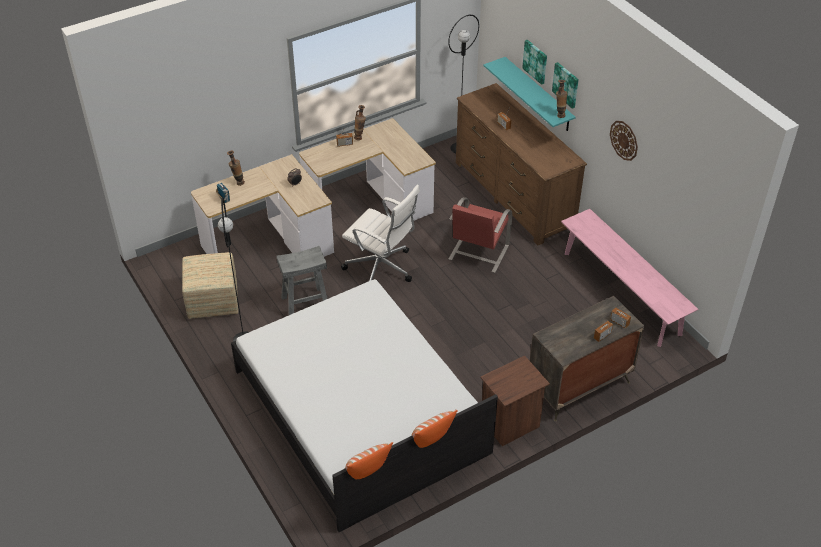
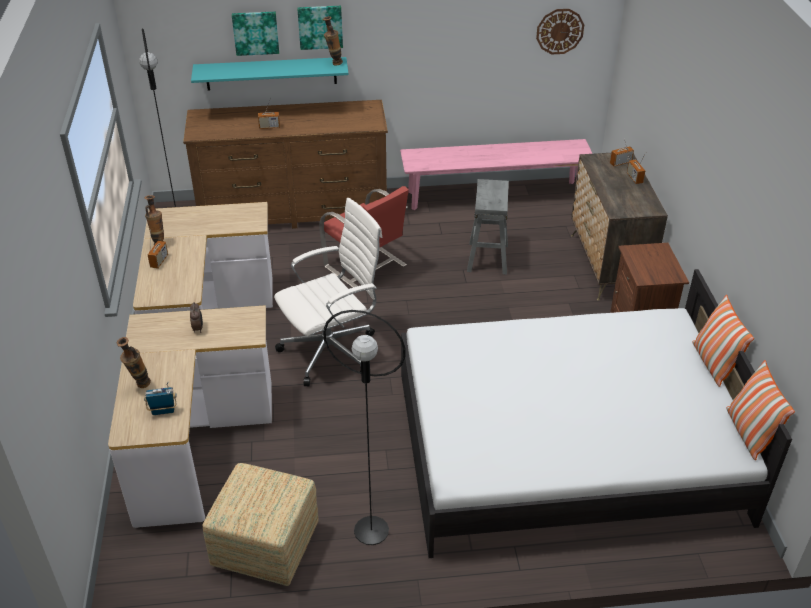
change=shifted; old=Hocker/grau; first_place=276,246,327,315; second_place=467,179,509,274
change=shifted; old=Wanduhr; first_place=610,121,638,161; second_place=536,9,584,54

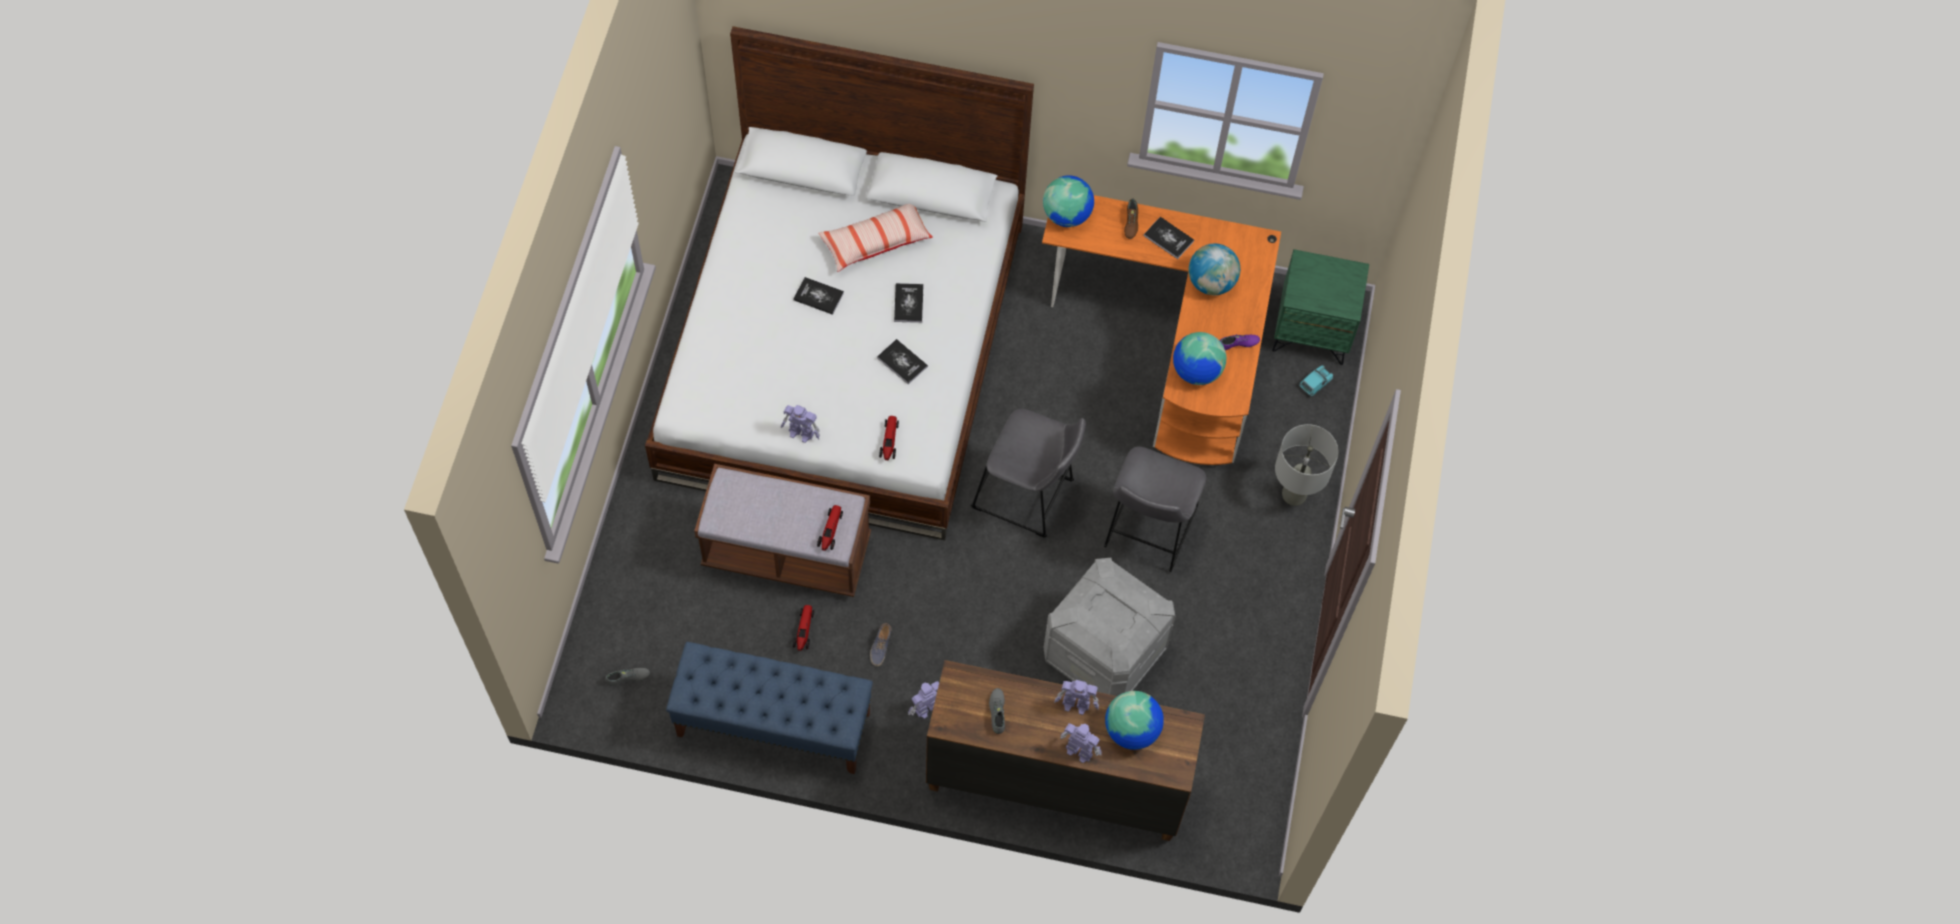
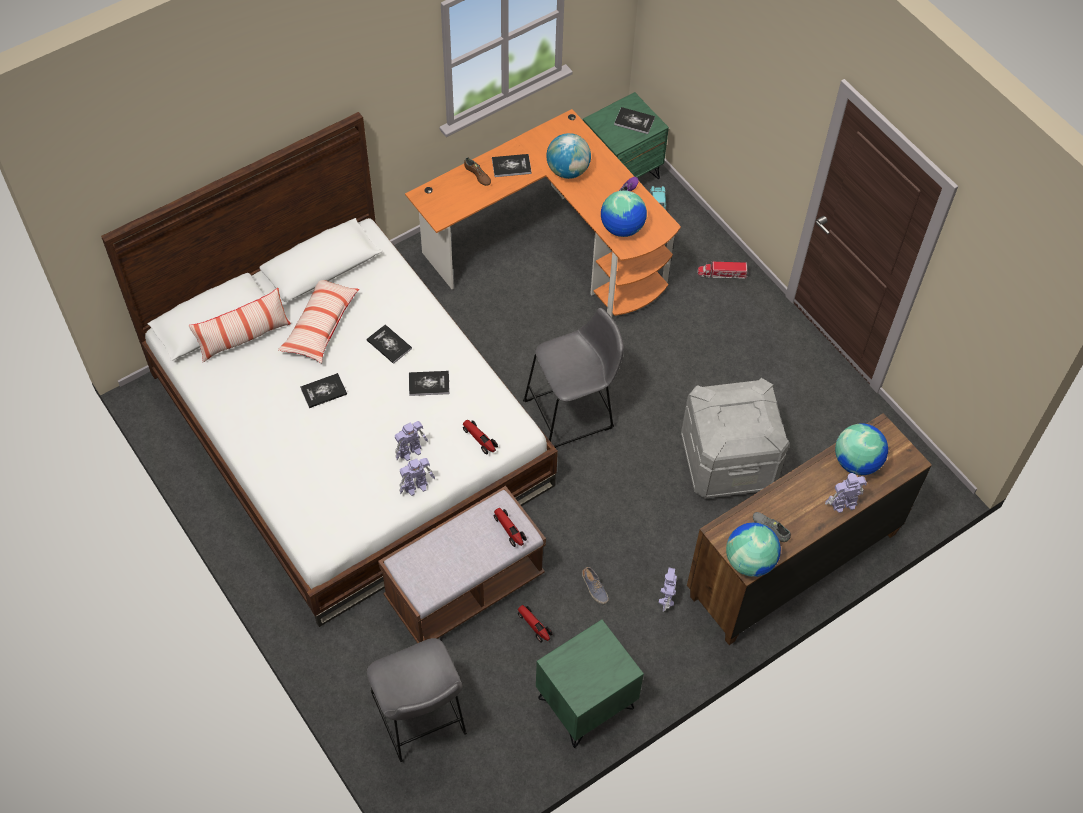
change=new; new=Kissen; second_place=188,288,291,363
change=shifted; old=Hocker/grau; first_place=1104,447,1206,572; second_place=367,638,467,762
change=shifted; old=Spielzeugroboter; first_place=1055,680,1099,715; second_place=395,421,428,461
change=swapped; old=Bank/blau; new=Nachttisch/grün; first_place=666,642,873,774; second_place=536,619,644,748
change=new; new=Buch; second_place=614,107,655,134
change=swapped; old=Tischlampe/grau; new=Spielzeuglaster; first_place=1275,424,1338,506; second_place=698,261,748,278
change=shifted; old=Globus; first_place=1043,175,1094,227; second_place=726,523,781,577
change=gone; old=Schuh/grau; first_place=605,668,650,685

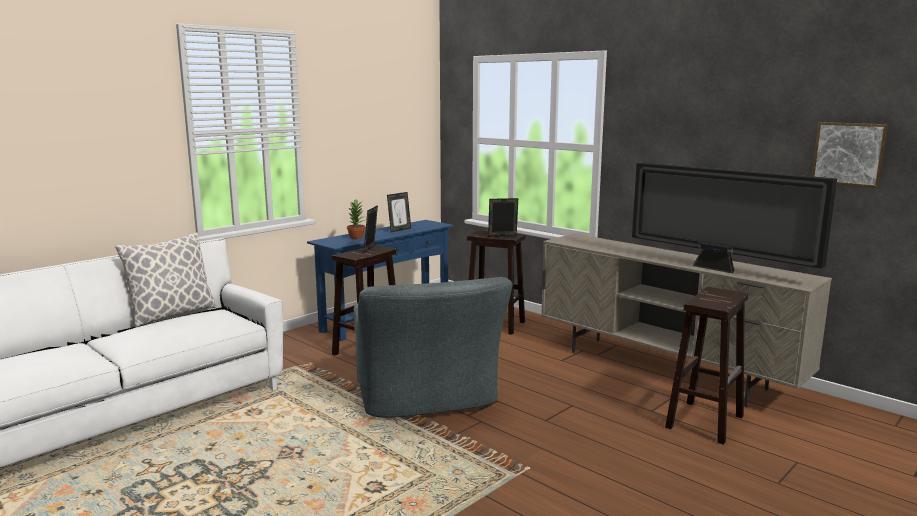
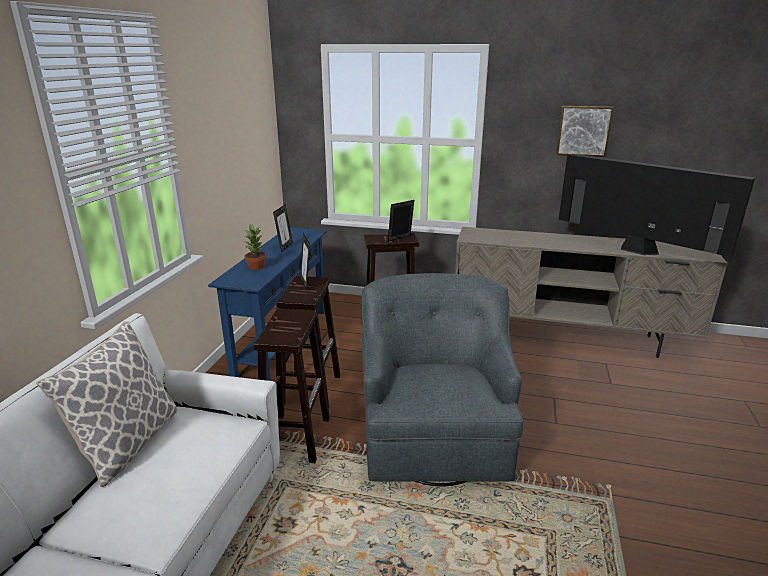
change=shifted; old=Hocker/braun; first_place=665,287,748,445; second_place=254,309,330,463
change=rotated; old=Sessel/grau; first_place=354,277,513,418; second_place=362,273,523,486; degrees=-135
change=shifted; old=Bild; first_place=812,122,889,188; second_place=556,106,614,157
change=rotated; old=Fernseher; first_place=632,162,837,273; second_place=558,154,755,257; degrees=-150

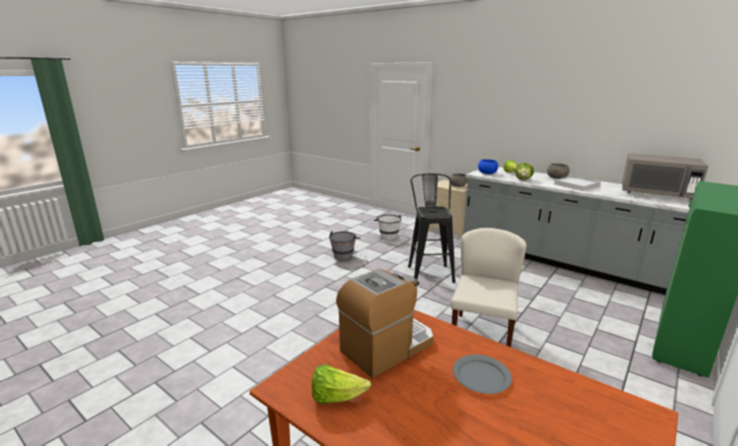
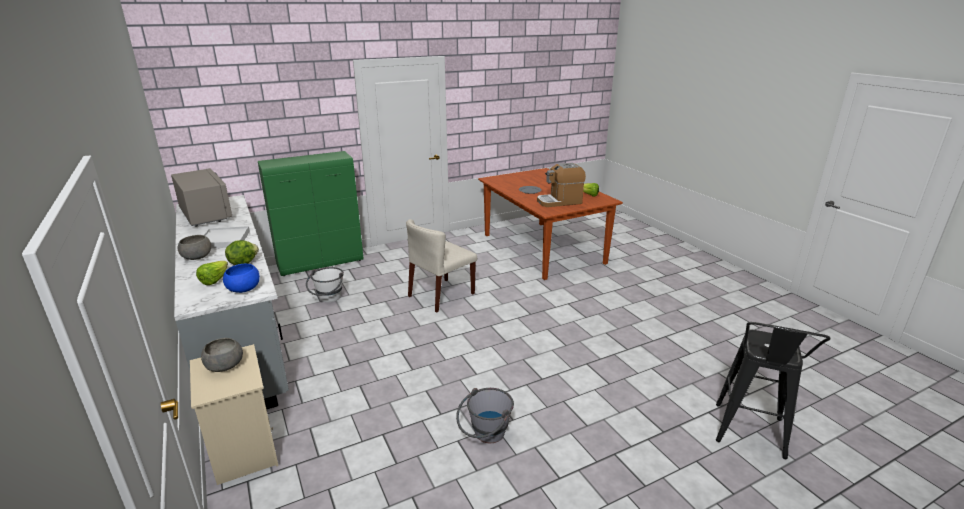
change=shifted; old=Eimer/weiß; first_place=374,214,402,240; second_place=306,267,344,302
change=shifted; old=Hocker/schwarz; first_place=408,173,455,283; second_place=716,322,831,459

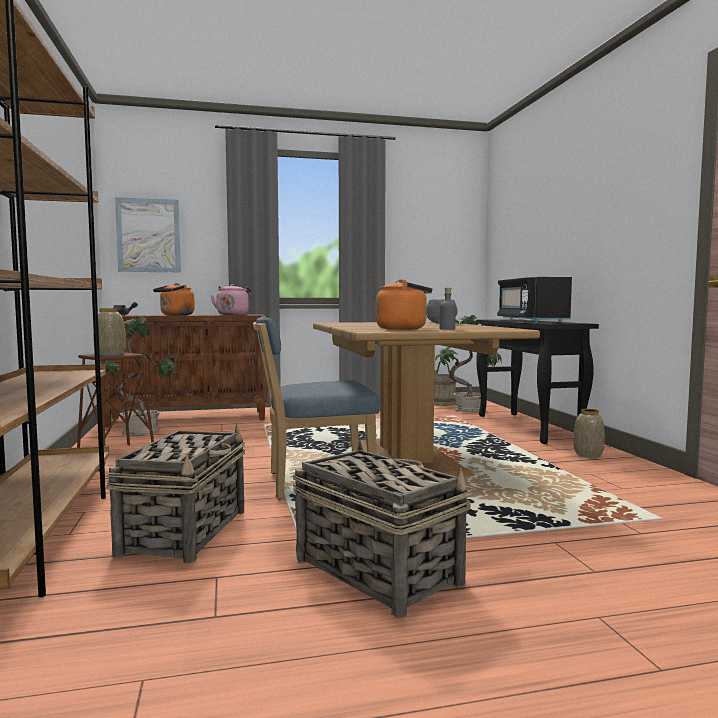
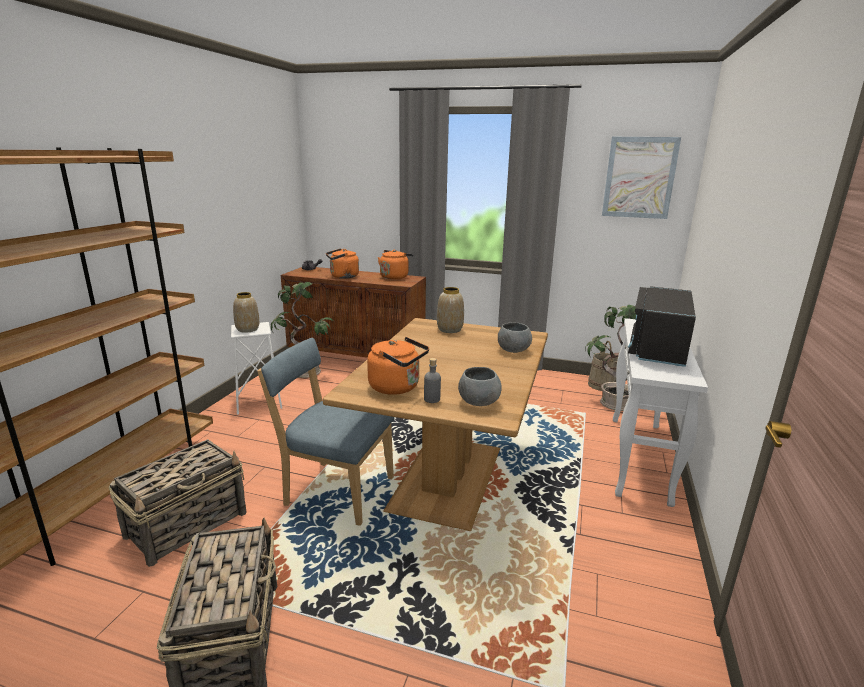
change=repainted; old=Hocker/braun; new=Hocker/weiß; first_place=77,352,154,465; second_place=231,322,282,415
change=repainted; old=Wasserkessel/rosa; new=Wasserkessel/orange; first_place=210,284,251,315; second_place=378,250,414,279
change=shifted; old=Vase; first_place=573,409,605,458; second_place=437,287,464,333
change=new; new=Schüssel/grau; second_place=458,367,502,406
change=shifted; old=Bild; first_place=115,197,181,272; second_place=602,137,681,219
change=repainted; old=Konsolentisch/schwarz; new=Konsolentisch/weiß; first_place=476,319,599,444; second_place=613,318,708,507

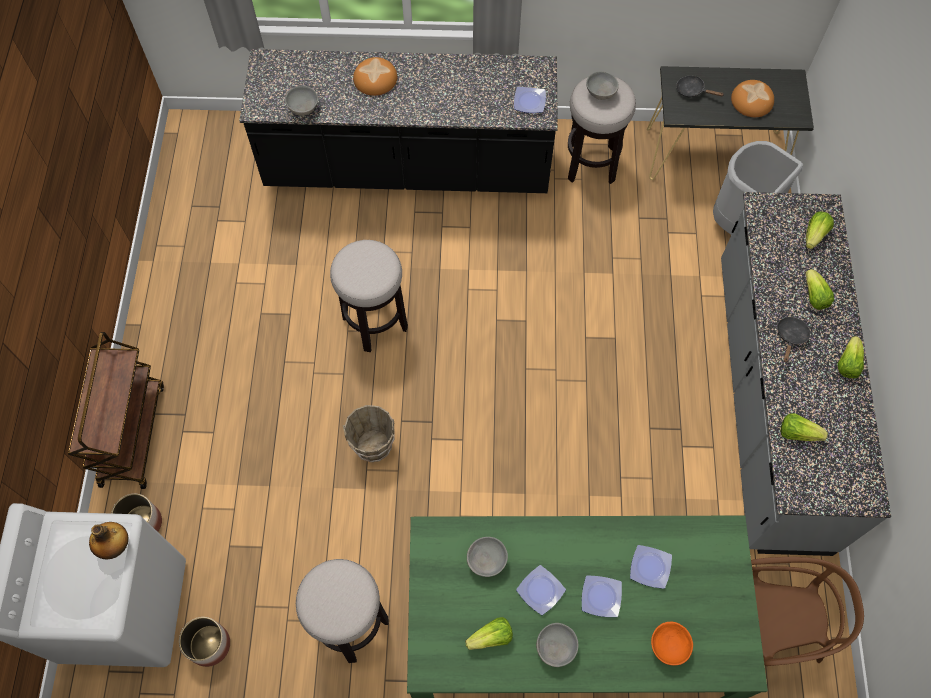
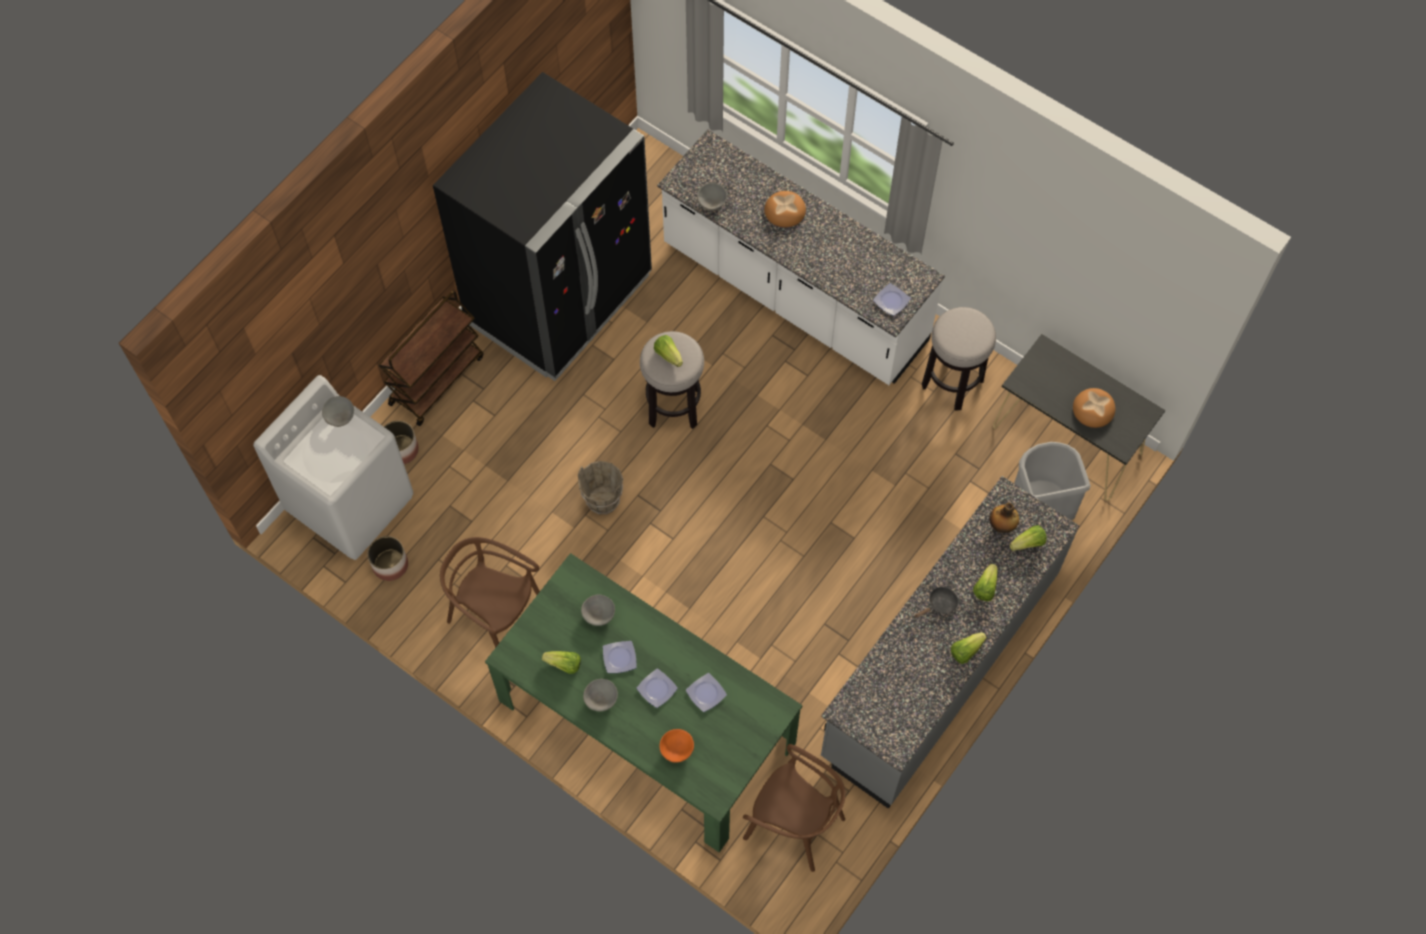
change=shifted; old=Schüssel/grau; first_place=586,71,619,100; second_place=322,396,354,427
change=new; new=Kühlschrank/schwarz; second_place=433,72,652,381
change=swapped; old=Hocker; new=Stuhl/braun; first_place=296,559,389,663; second_place=440,537,540,648
change=shifted; old=Salatkopf; first_place=780,413,828,441; second_place=654,335,683,367
change=repainted; old=Küchenzeile/schwarz; new=Küchenzeile/weiß; first_place=239,49,558,193; second_place=657,129,945,385
change=shifted; old=Flasche; first_place=89,522,128,559; second_place=989,502,1019,533
change=gone; old=Pfanne/schwarz; first_place=676,76,724,97

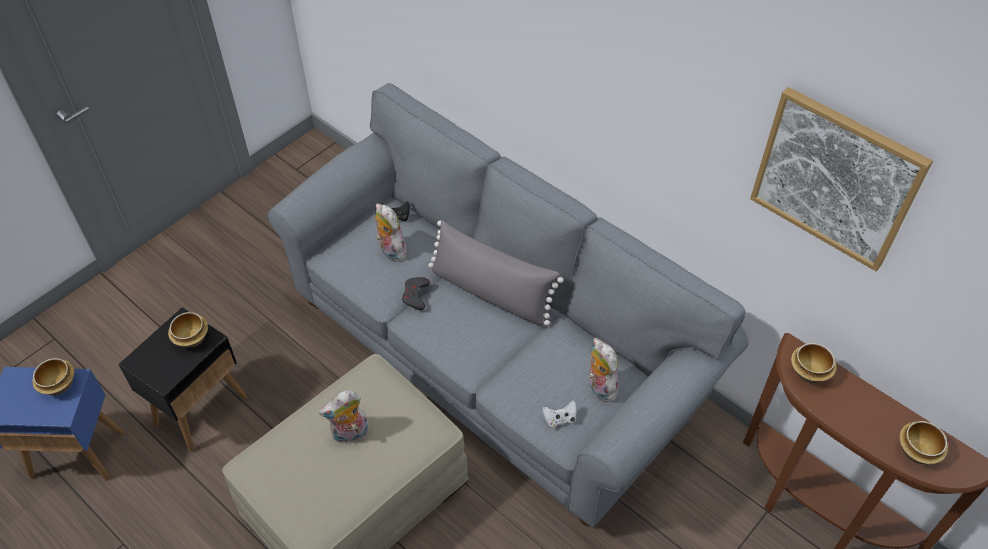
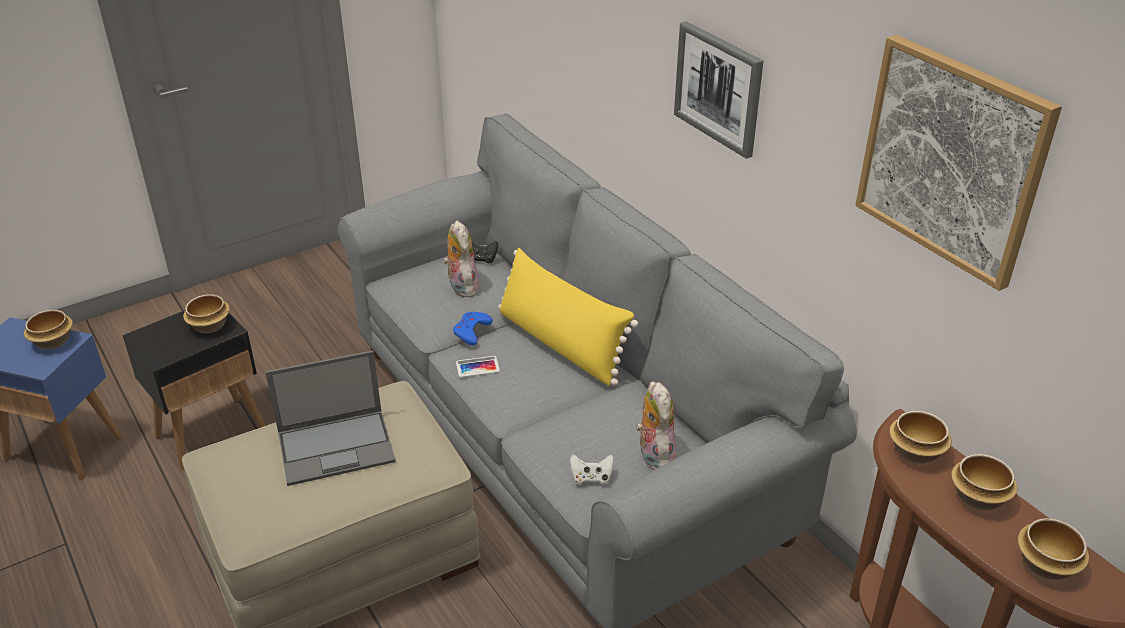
change=swapped; old=Plüschtier; new=Laptop; first_place=319,390,369,444; second_place=265,350,396,486
change=repainted; old=Gamepad/grau; new=Gamepad/blau; first_place=402,277,430,310; second_place=453,312,493,345
change=new; new=Handy; second_place=456,356,500,377
change=repainted; old=Kissen/grau; new=Kissen/gelb; first_place=428,220,563,326; second_place=498,248,638,386
change=new; new=Bild; second_place=674,21,763,159
change=new; new=Schüssel; second_place=951,454,1017,511

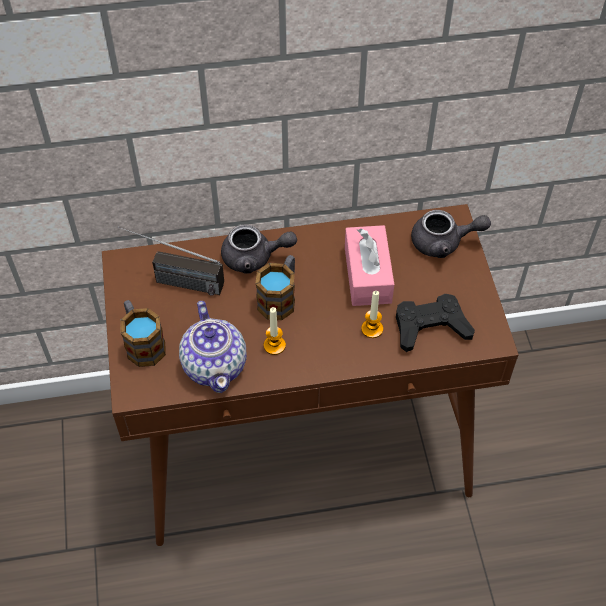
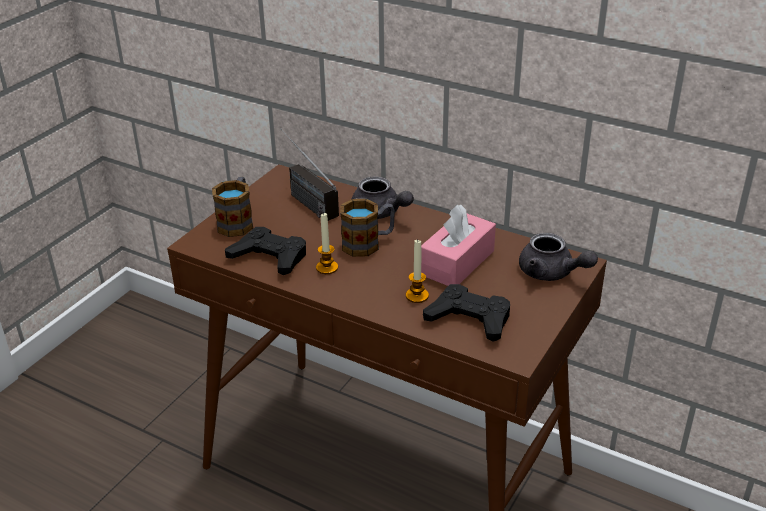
change=swapped; old=Teekanne; new=Gamepad/schwarz; first_place=179,301,247,393; second_place=225,227,306,275

